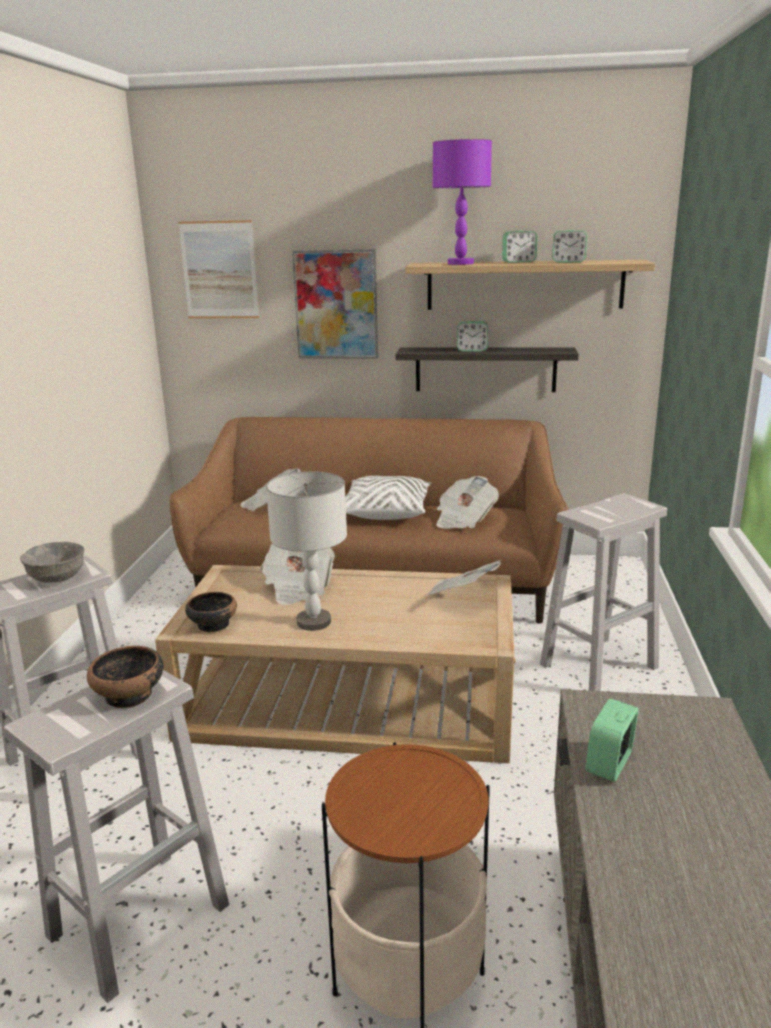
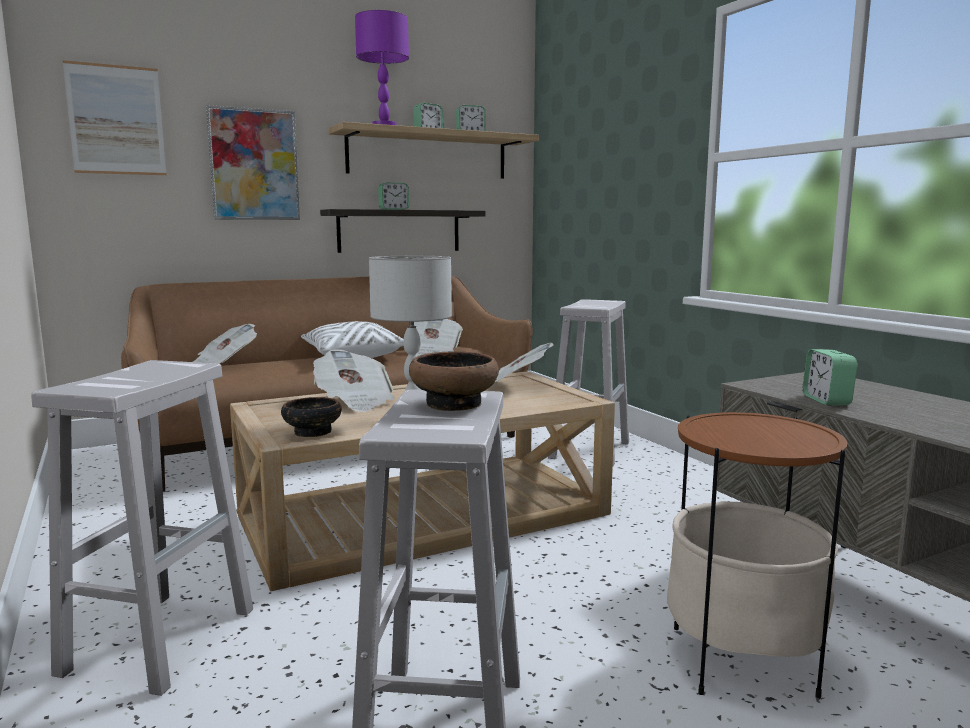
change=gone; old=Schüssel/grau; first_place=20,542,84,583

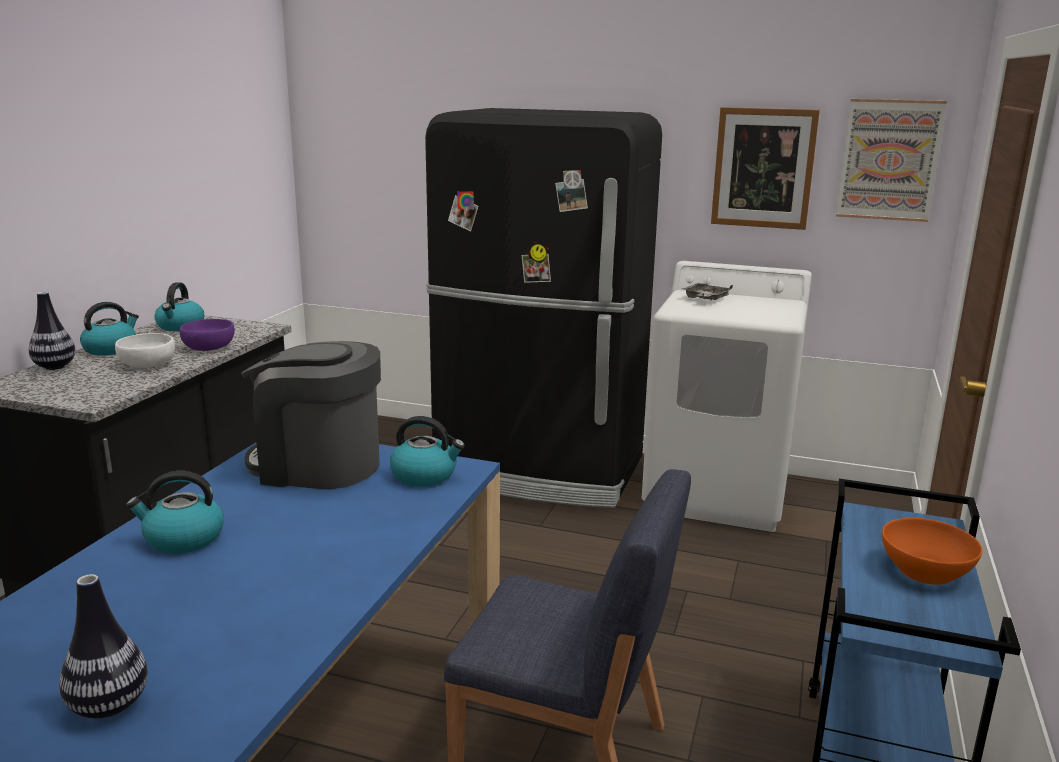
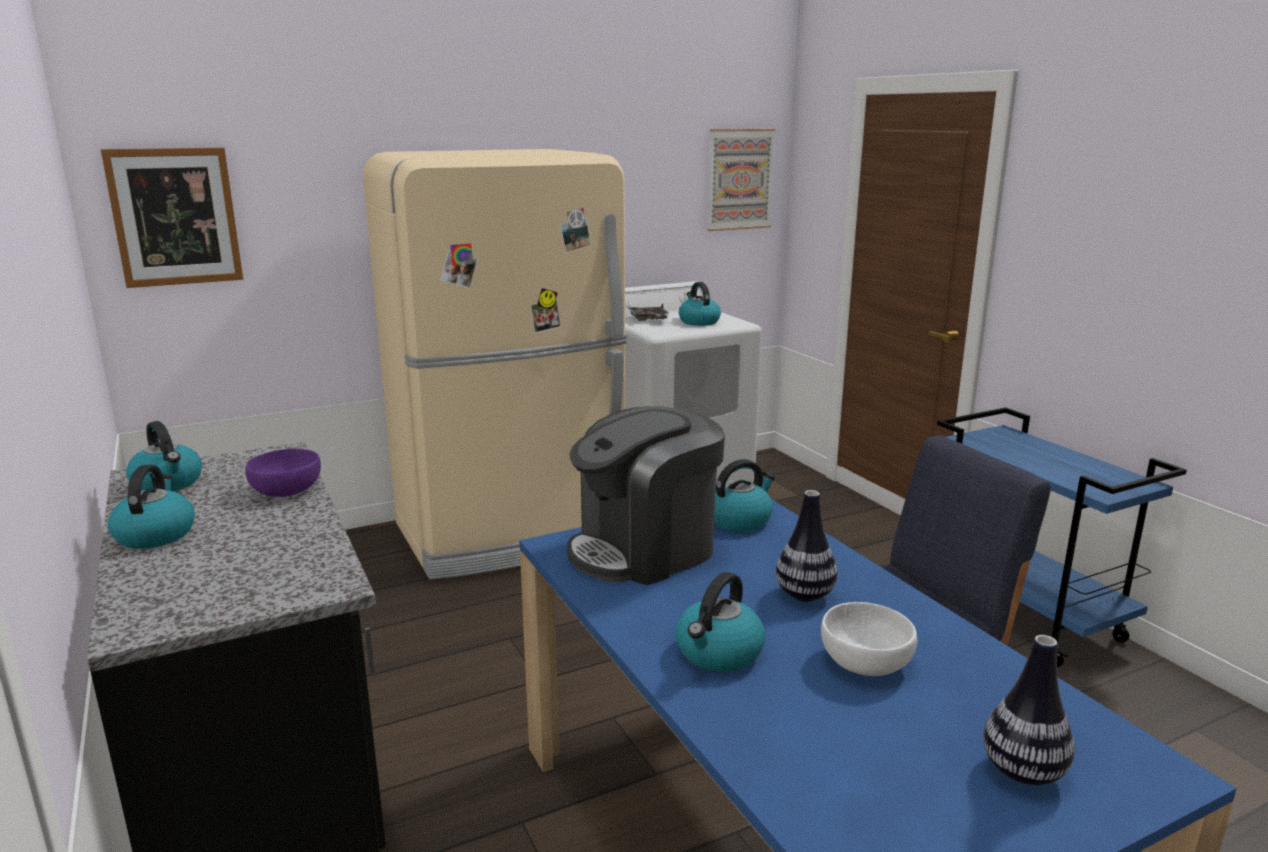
change=shifted; old=Bild; first_place=711,107,820,230; second_place=101,147,243,288
change=repainted; old=Kühlschrank/schwarz; new=Kühlschrank/beige; first_place=425,108,662,508; second_place=363,149,627,580
change=new; new=Wasserkessel; second_place=679,282,721,326
change=shifted; old=Vase; first_place=29,292,76,370; second_place=776,490,838,602
change=shifted; old=Schüssel/weiß; first_place=115,333,175,368; second_place=821,602,917,676
change=gone; old=Schüssel/orange; first_place=882,518,982,585

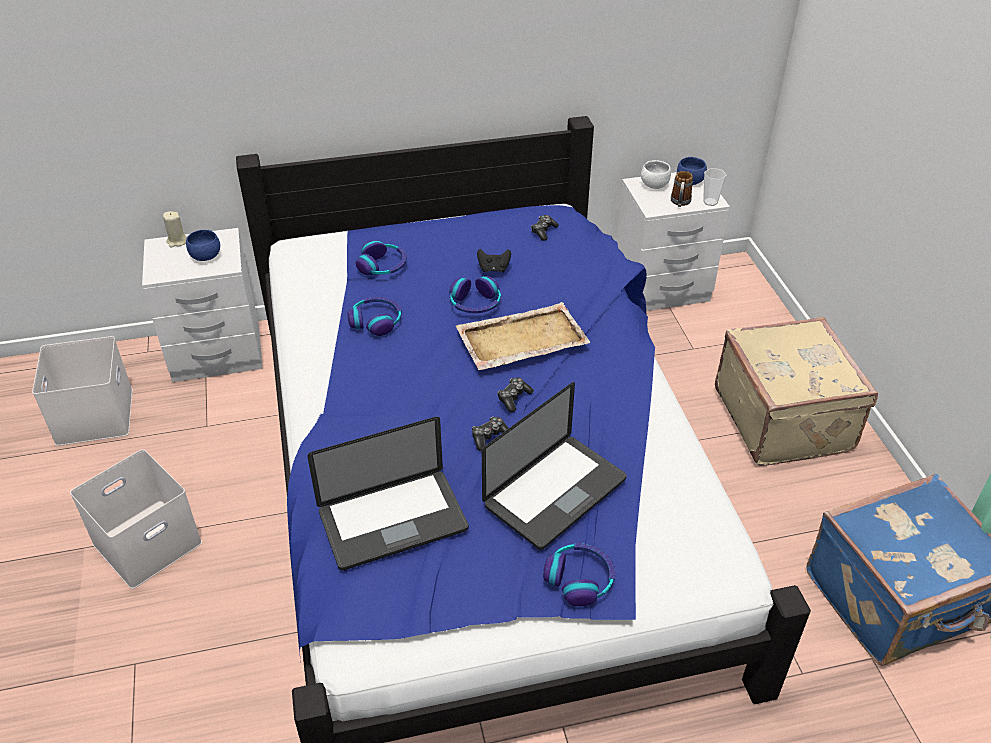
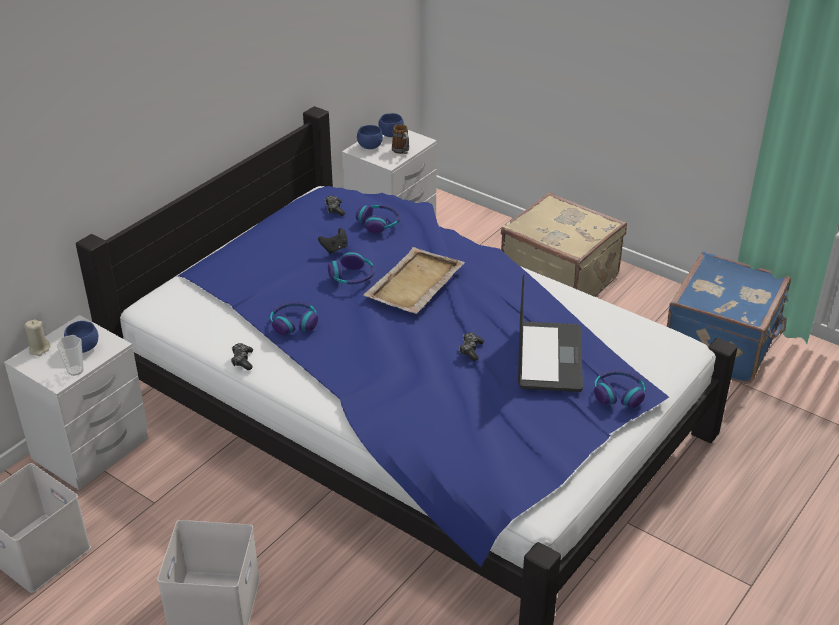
change=shifted; old=Tasse; first_place=703,168,727,206; second_place=57,335,84,376
change=shifted; old=Gamepad; first_place=497,378,534,412; second_place=231,343,253,370
change=shifted; old=Kopfhörer; first_place=356,240,407,275; second_place=356,204,400,233
change=repainted; old=Schüssel/weiß; new=Schüssel/blau; first_place=641,160,671,189; second_place=357,125,383,149
change=gone; old=Laptop; first_place=307,417,469,570

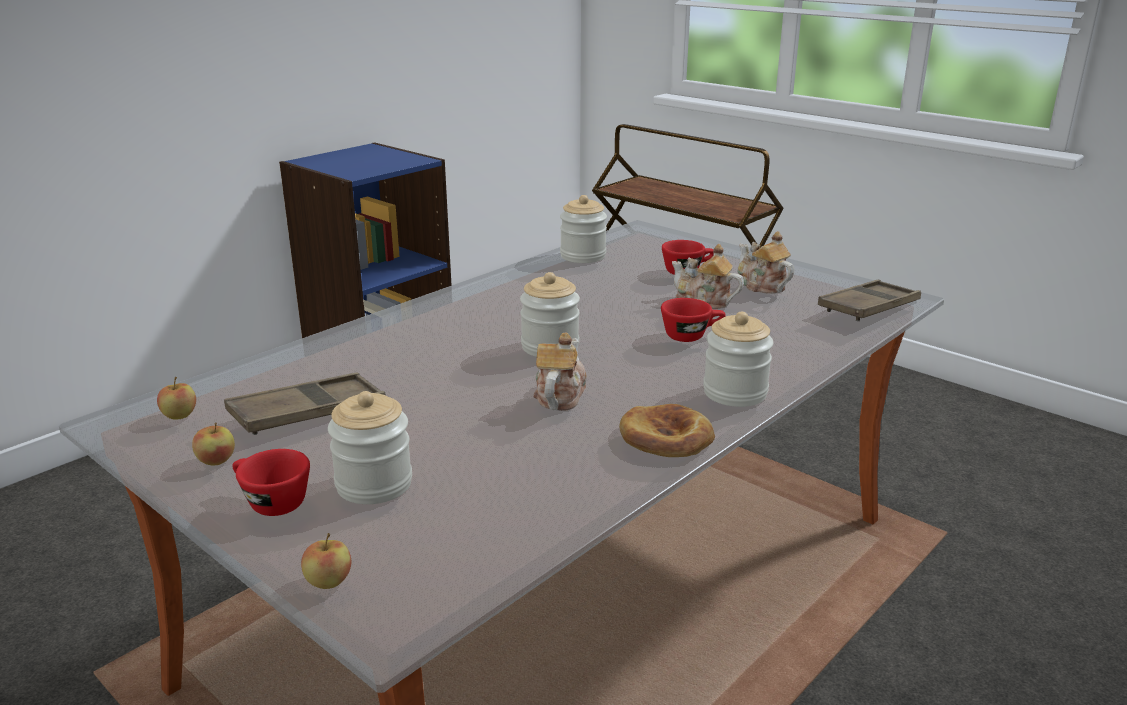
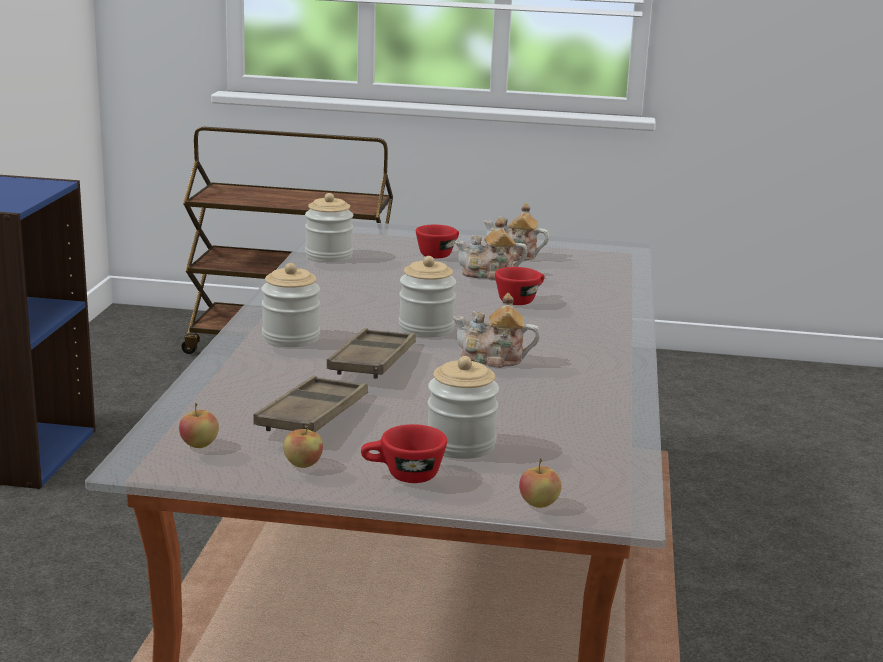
change=shifted; old=Vorratsglas; first_place=703,312,773,407; second_place=261,263,320,347
change=shifted; old=Tablett/braun; first_place=818,280,921,321; second_place=327,328,416,379
change=rotated; old=Teekanne; first_place=533,333,587,411; second_place=453,293,540,368; degrees=-60
change=gone; old=Brot; first_place=619,404,715,457

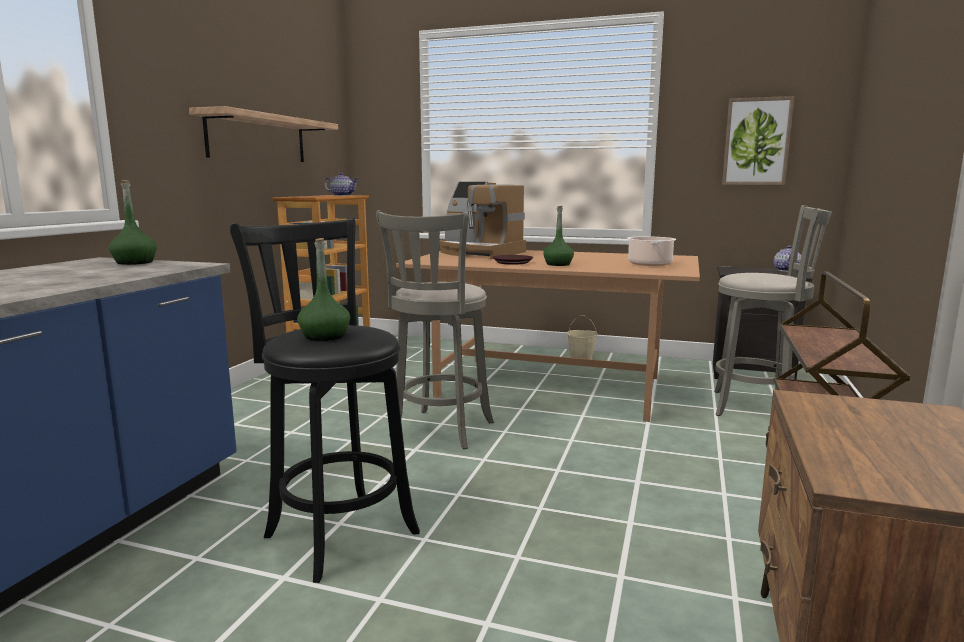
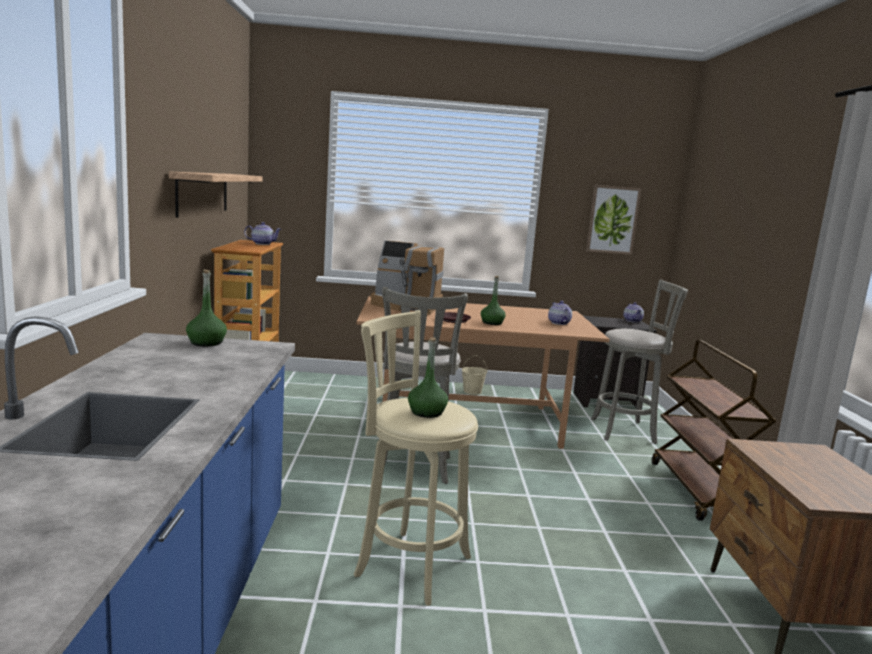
change=repainted; old=Hocker/schwarz; new=Hocker/beige; first_place=230,218,420,583; second_place=354,310,478,606
change=swapped; old=Kochtopf; new=Teekanne; first_place=627,236,676,266; second_place=548,301,572,325

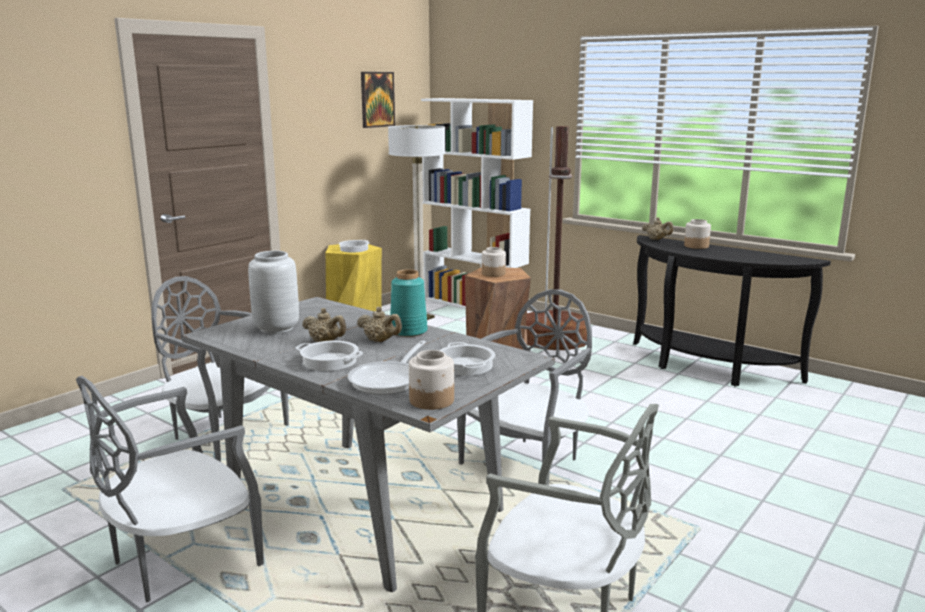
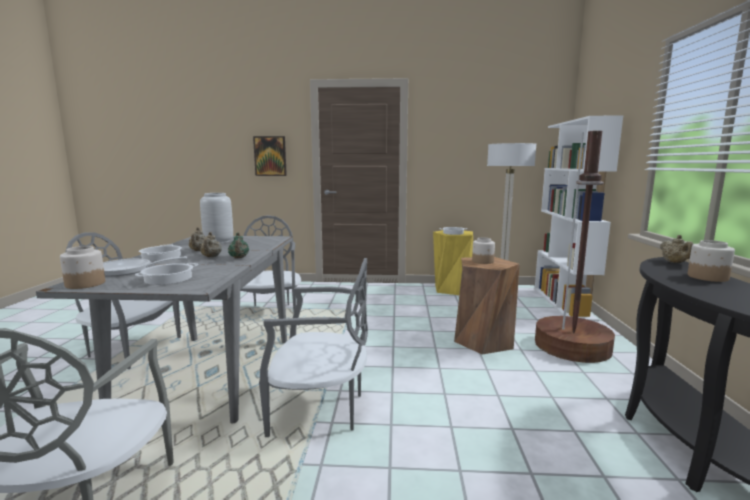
change=swapped; old=Vase/türkis; new=Teekanne/grün; first_place=390,269,428,337; second_place=228,233,249,258
change=shifted; old=Bild; first_place=361,72,395,128; second_place=253,136,287,176

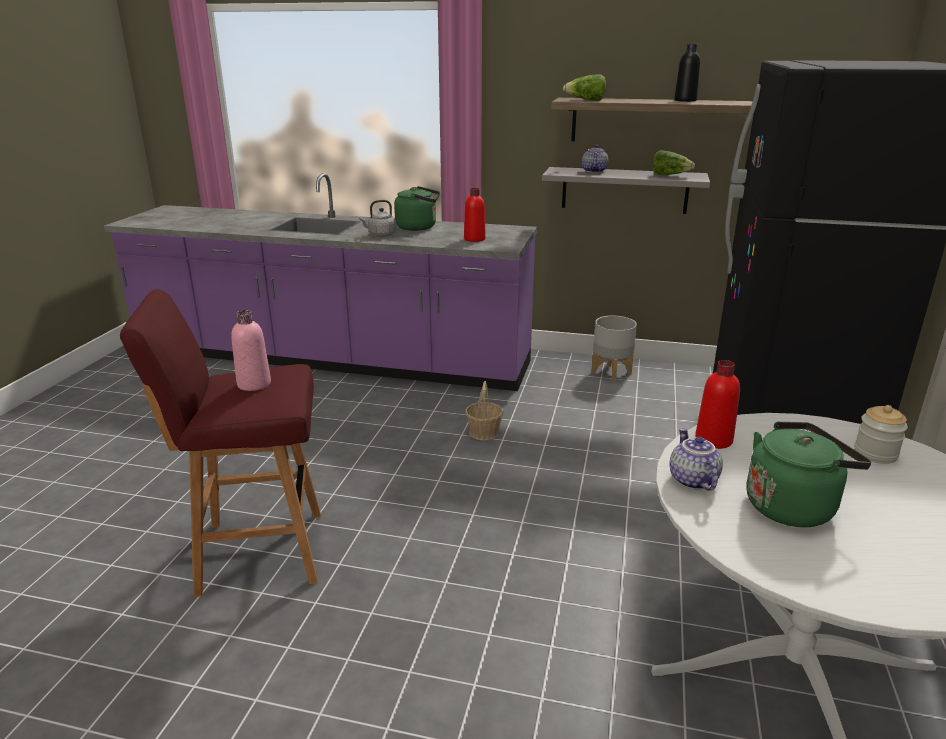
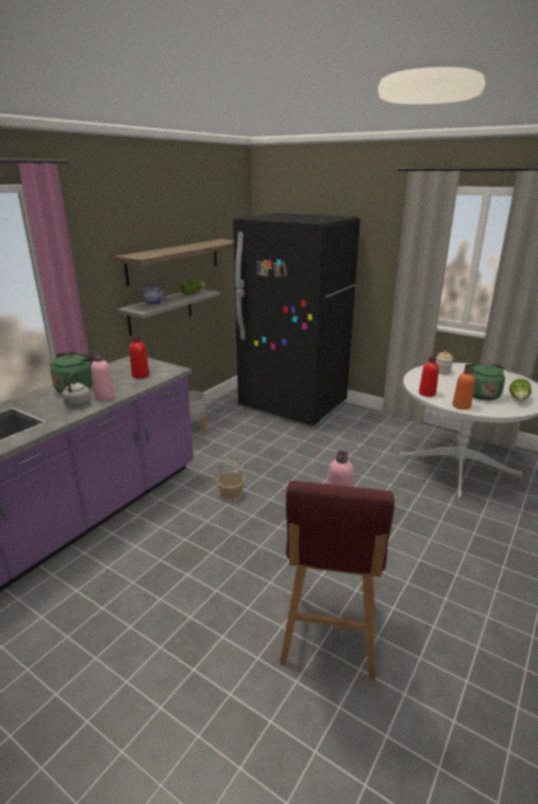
change=new; new=Flasche/rosa; second_place=91,353,115,401
change=swapped; old=Teekanne; new=Flasche/orange; first_place=670,428,723,490; second_place=453,367,475,410
change=shifted; old=Salatkopf; first_place=563,75,606,101; second_place=509,379,532,400
change=gone; old=Flasche/schwarz; first_place=674,44,701,102

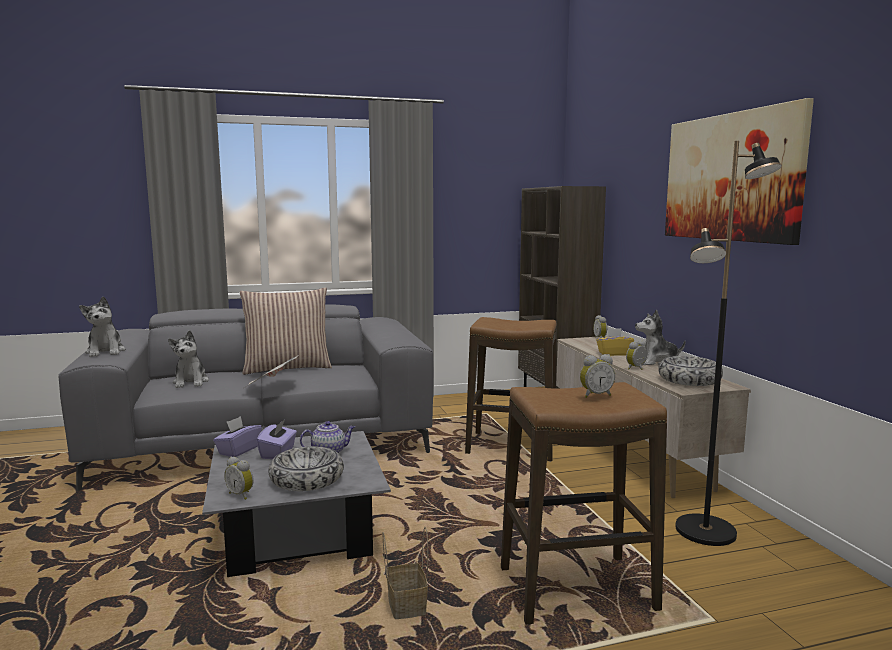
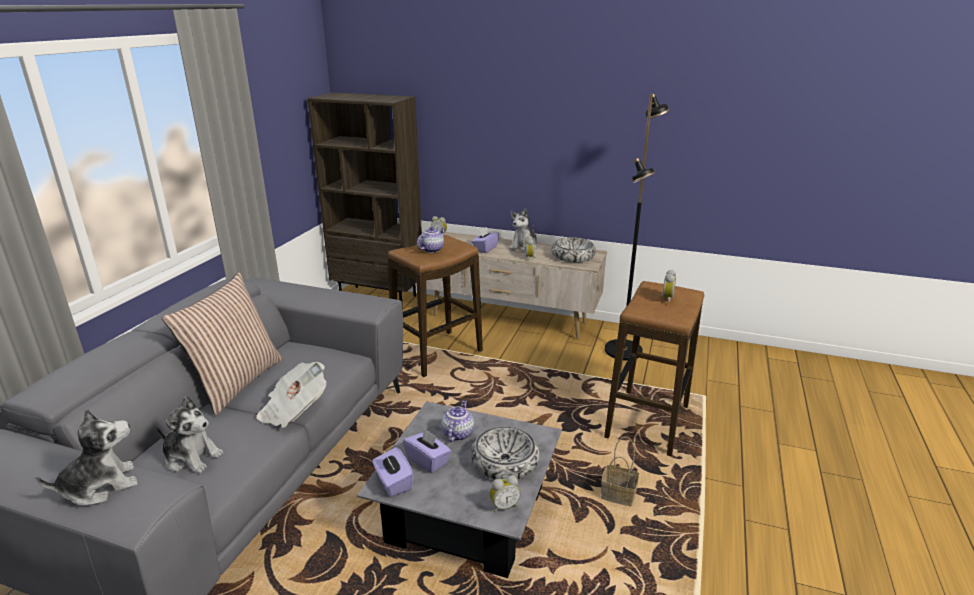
change=rotated; old=Plüschtier; first_place=79,296,125,357; second_place=36,408,138,506; degrees=-45
change=new; new=Teekanne; second_place=417,227,446,253
change=repainted; old=Taschentuchbox/gelb; new=Taschentuchbox/lila; first_place=596,328,634,356; second_place=472,227,499,253
change=gone; old=Bild; first_place=665,98,814,245

